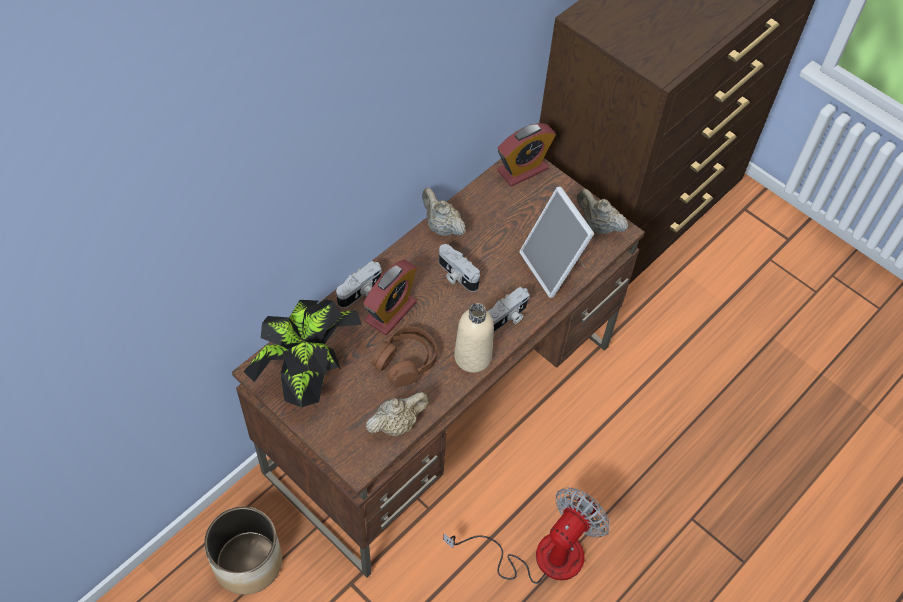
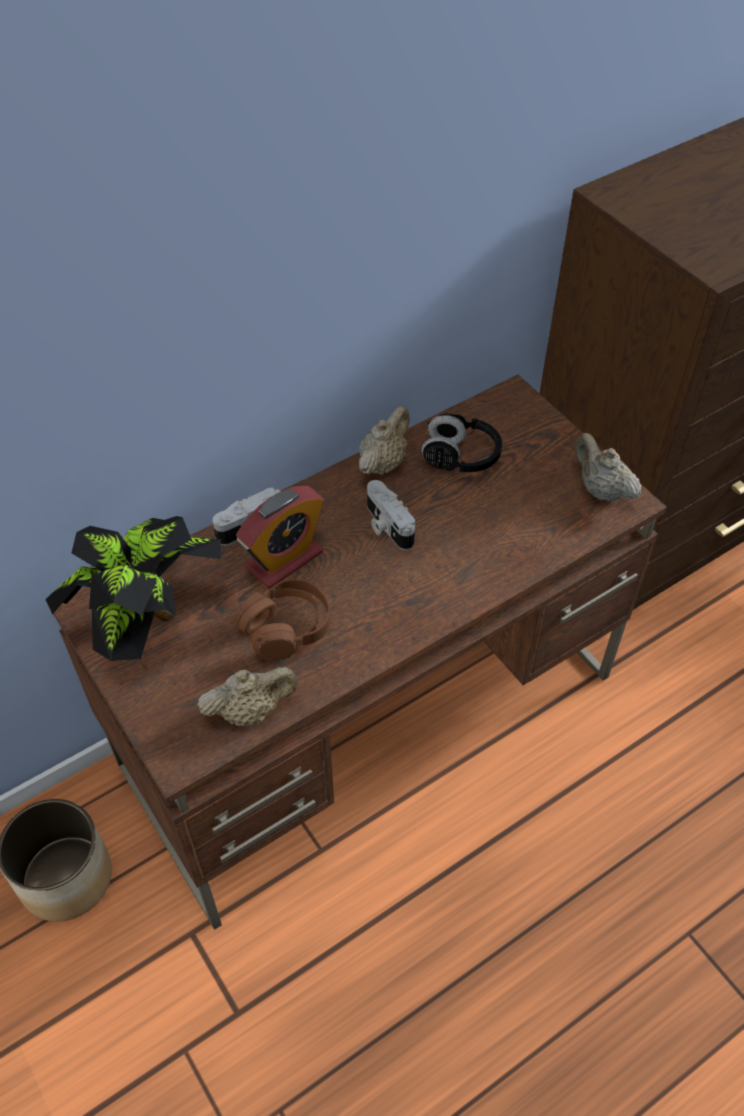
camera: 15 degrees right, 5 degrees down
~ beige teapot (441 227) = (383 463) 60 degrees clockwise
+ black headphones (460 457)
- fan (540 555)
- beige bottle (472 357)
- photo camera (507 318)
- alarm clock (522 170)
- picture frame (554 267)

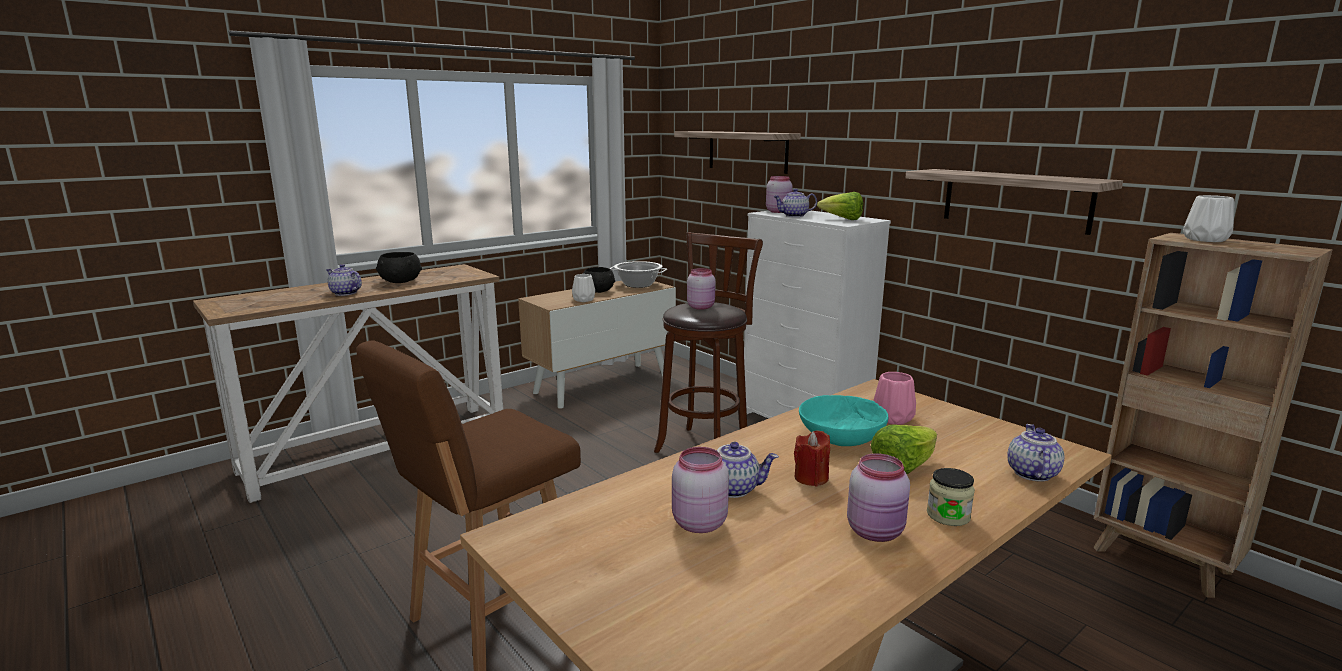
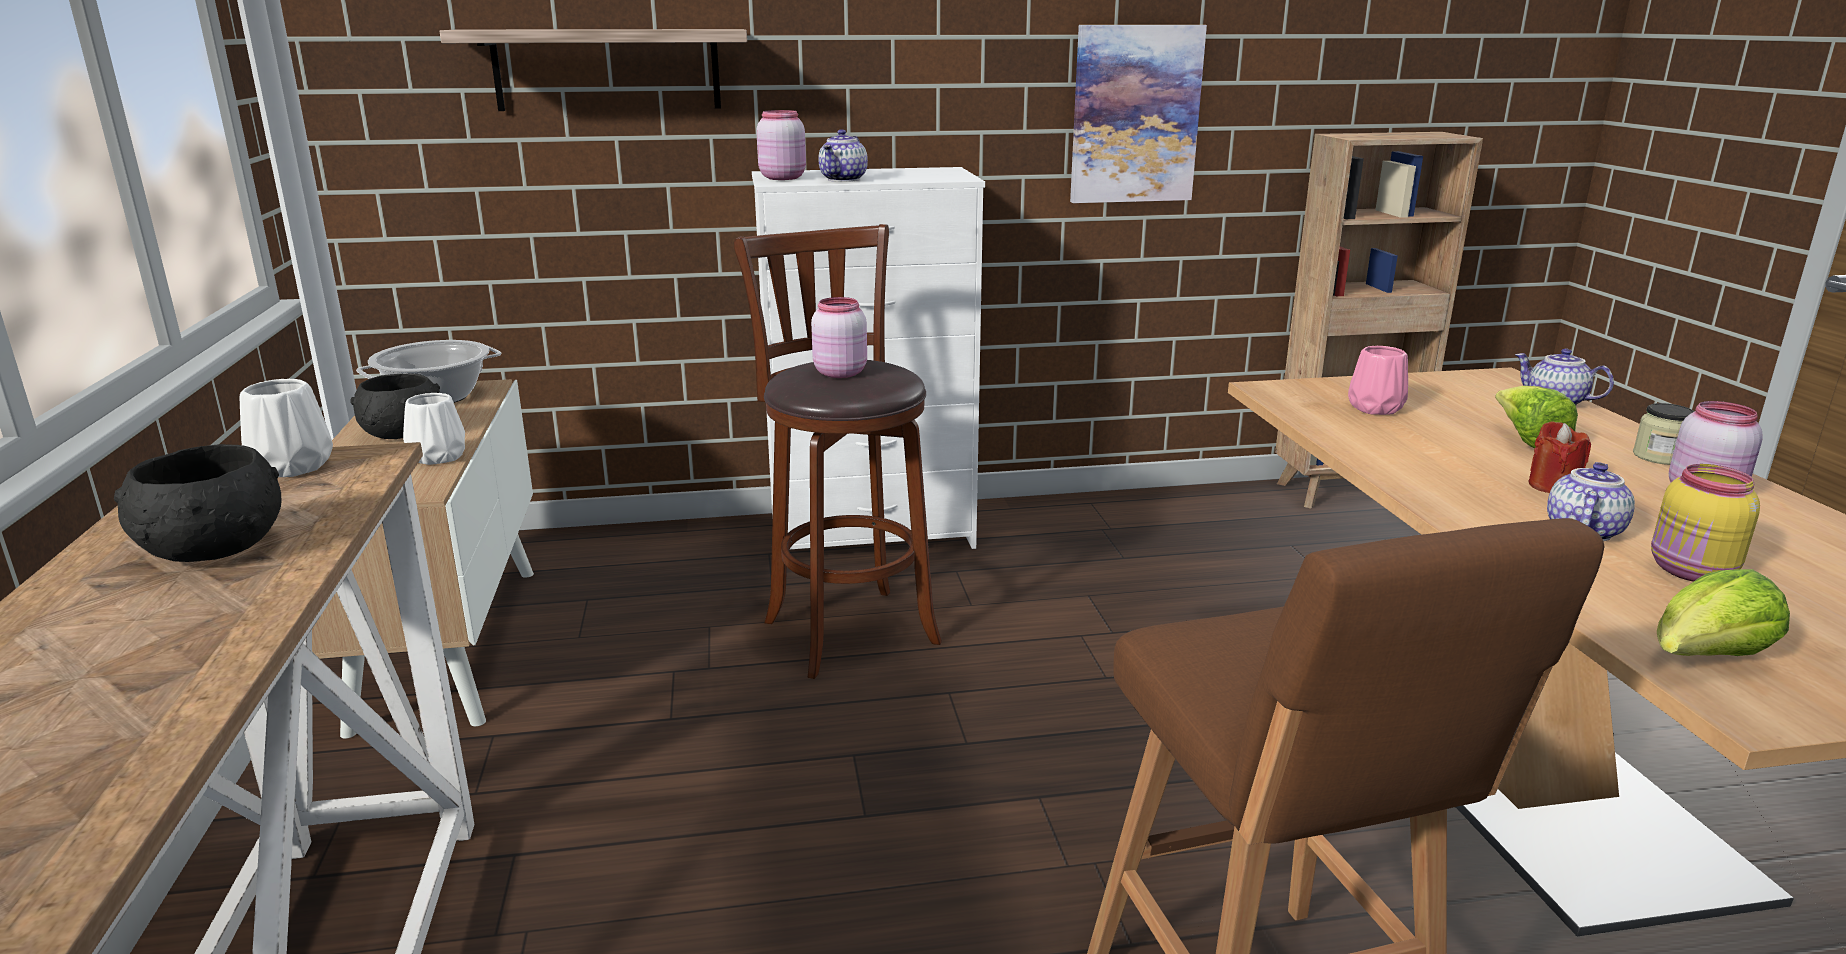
camera: 60 degrees left, 5 degrees up
~ white vase (1204 239) to (290 467)
~ shelf (1015 200) to picture (1135 114)
~ pink jar (697 523) to yellow jar (1691 572)
~ lettuce (842 219) to (1704 660)
- teapot (344 293)
- turquoise bowl (840 437)

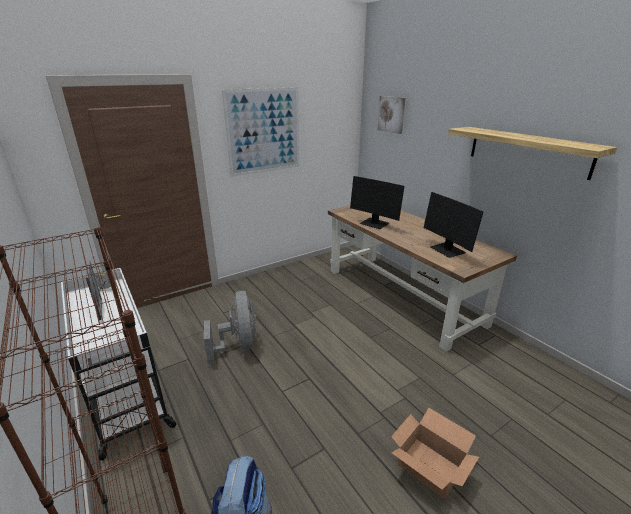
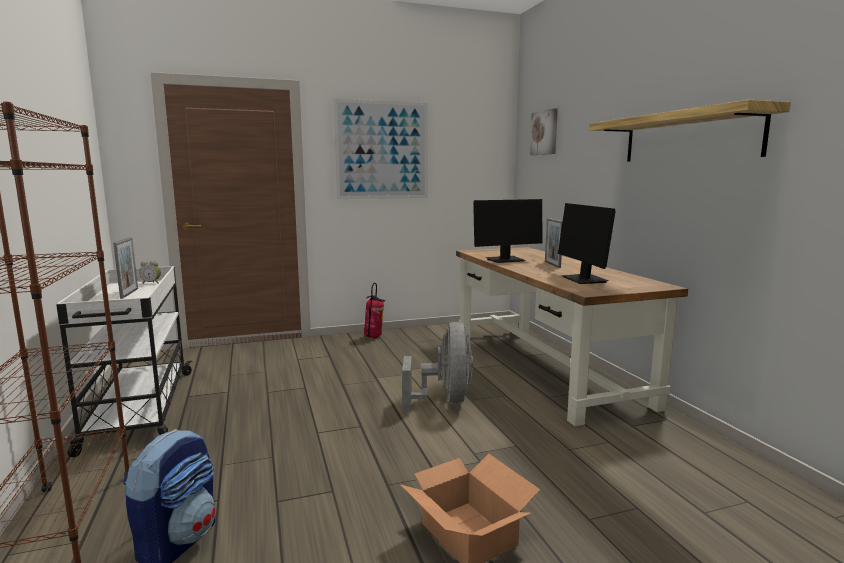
camera: 15 degrees right, 15 degrees down
+ fire extinguisher (373 337)
~ grey fan (238 345) to (445 400)
~ monitor (374 224) = (505 260) 75 degrees counterclockwise
+ picture frame (552 264)

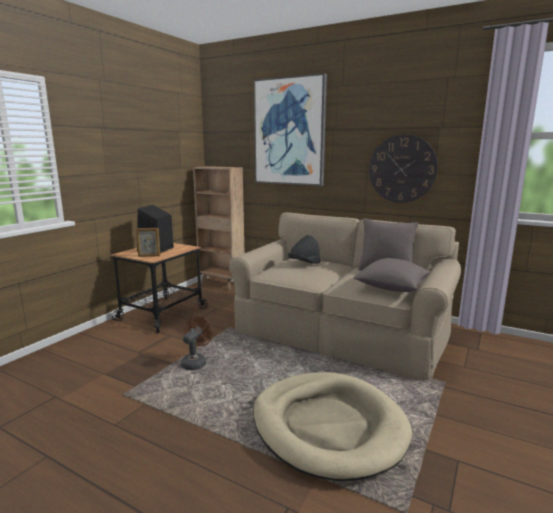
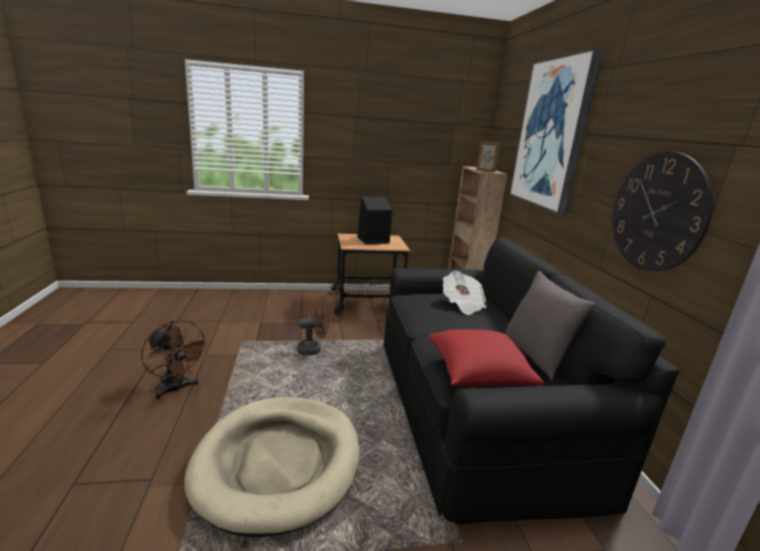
camera: 50 degrees right, 5 degrees up
+ brown fan (176 389)
~ beige sofa (342 331) to black sofa (476 407)
~ grey pillow (391 287) to red pillow (478 374)
~ black hat (304 264) to newspaper (462 304)
~ picture frame (149 256) to (485 171)

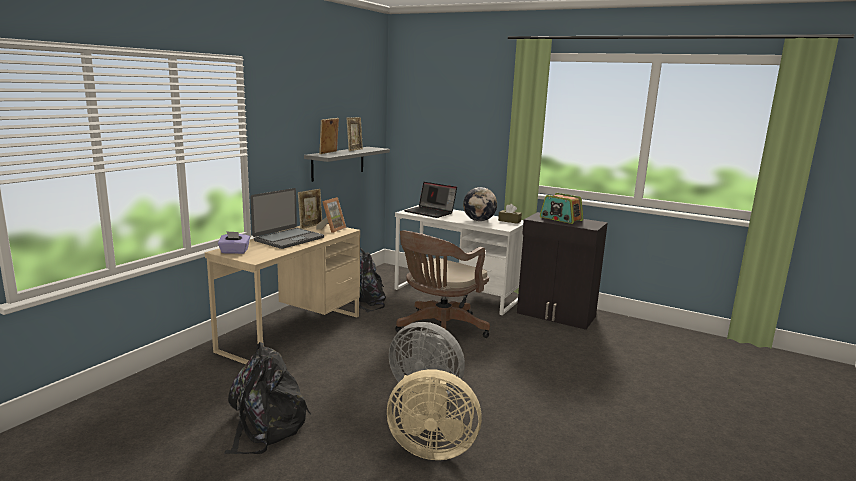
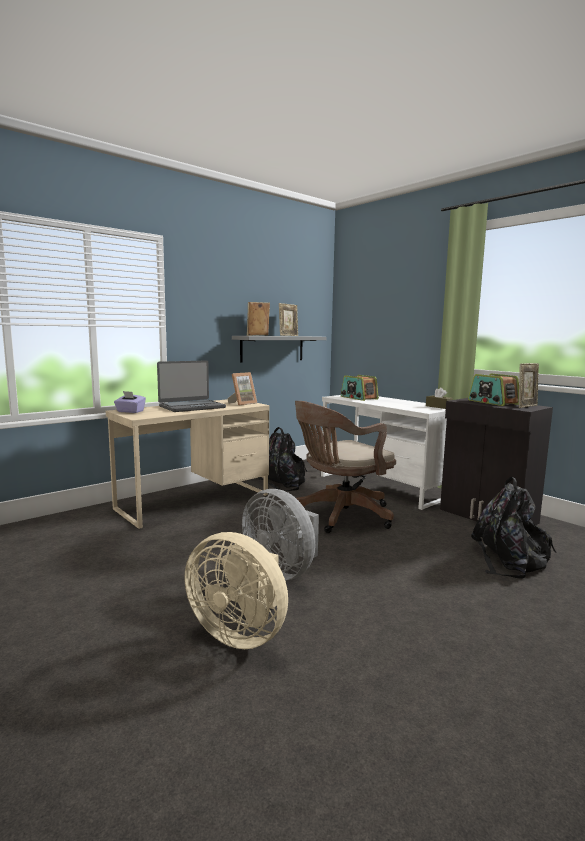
camera: 20 degrees right, 5 degrees down
~ laptop (430 212) to radio (358 398)
~ black backpack (266 427) to (509 559)
~ picture frame (311 226) to (526 406)
- globe (479 220)

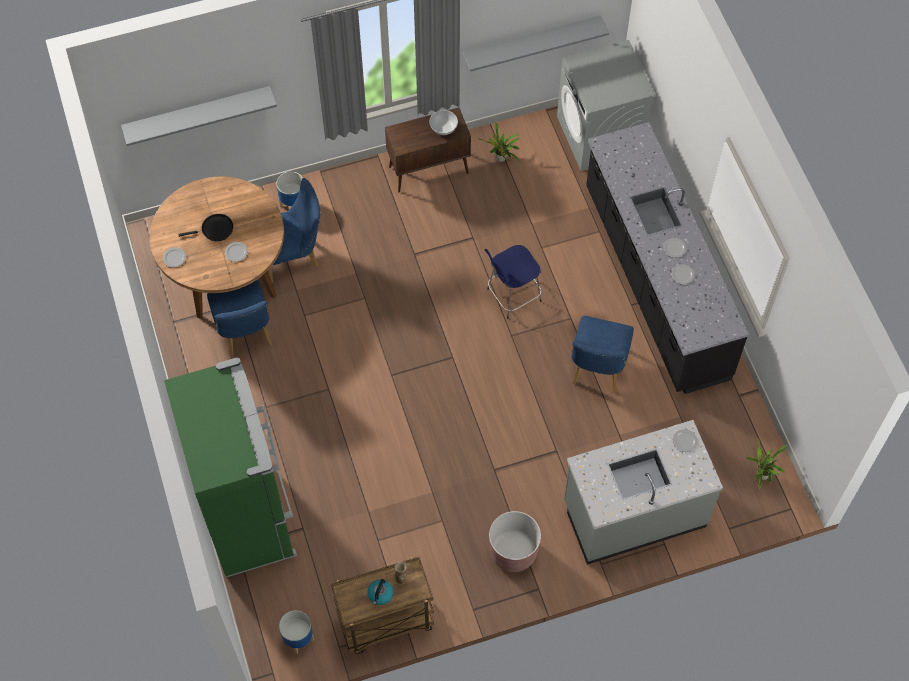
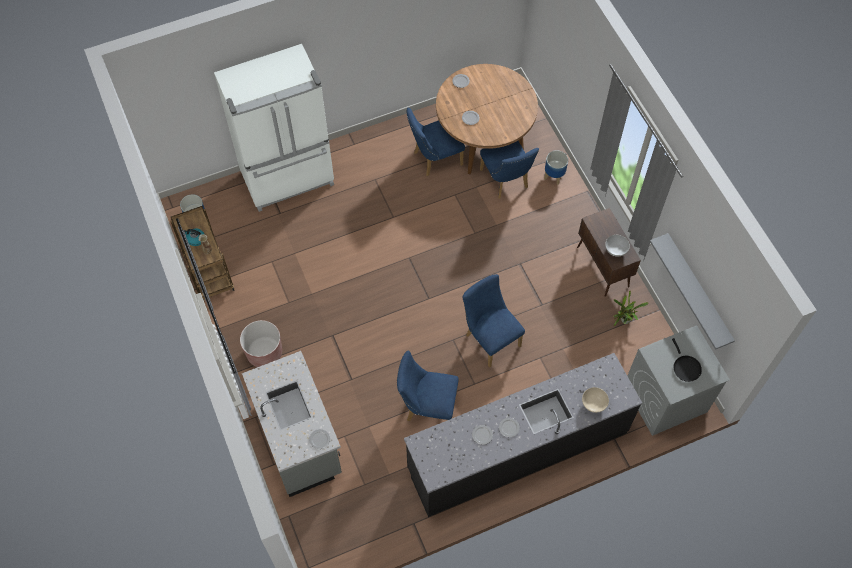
camera: 85 degrees right, 0 degrees up
~ green fridge (249 515) to white fridge (288 179)
~ blue stool (512 296) to blue chair (490 338)
+ beige bowl (593 404)
~ black frying pan (215 229) to (685 367)
- grey shelf (198 113)
- potted plant (761 476)

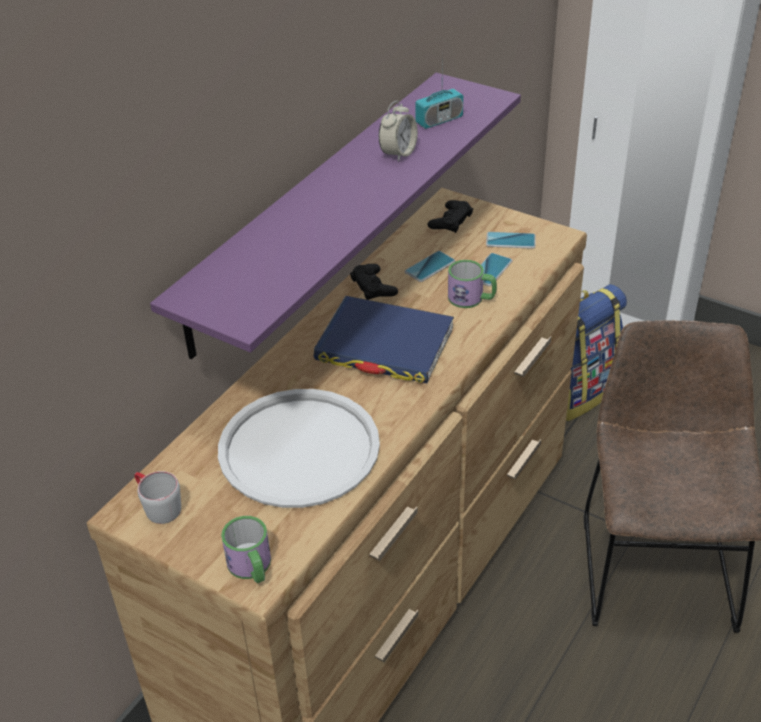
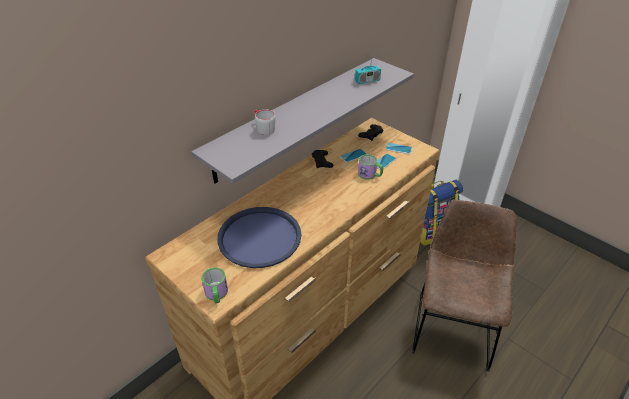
camera: 10 degrees right, 0 degrees up
~ purple shelf (315 208) to grey shelf (295 117)
~ white tray (299 449) to blue tray (259 237)
~ grey mug (157 506) to (263 128)
- blue book (384 345)
- alarm clock (398 153)

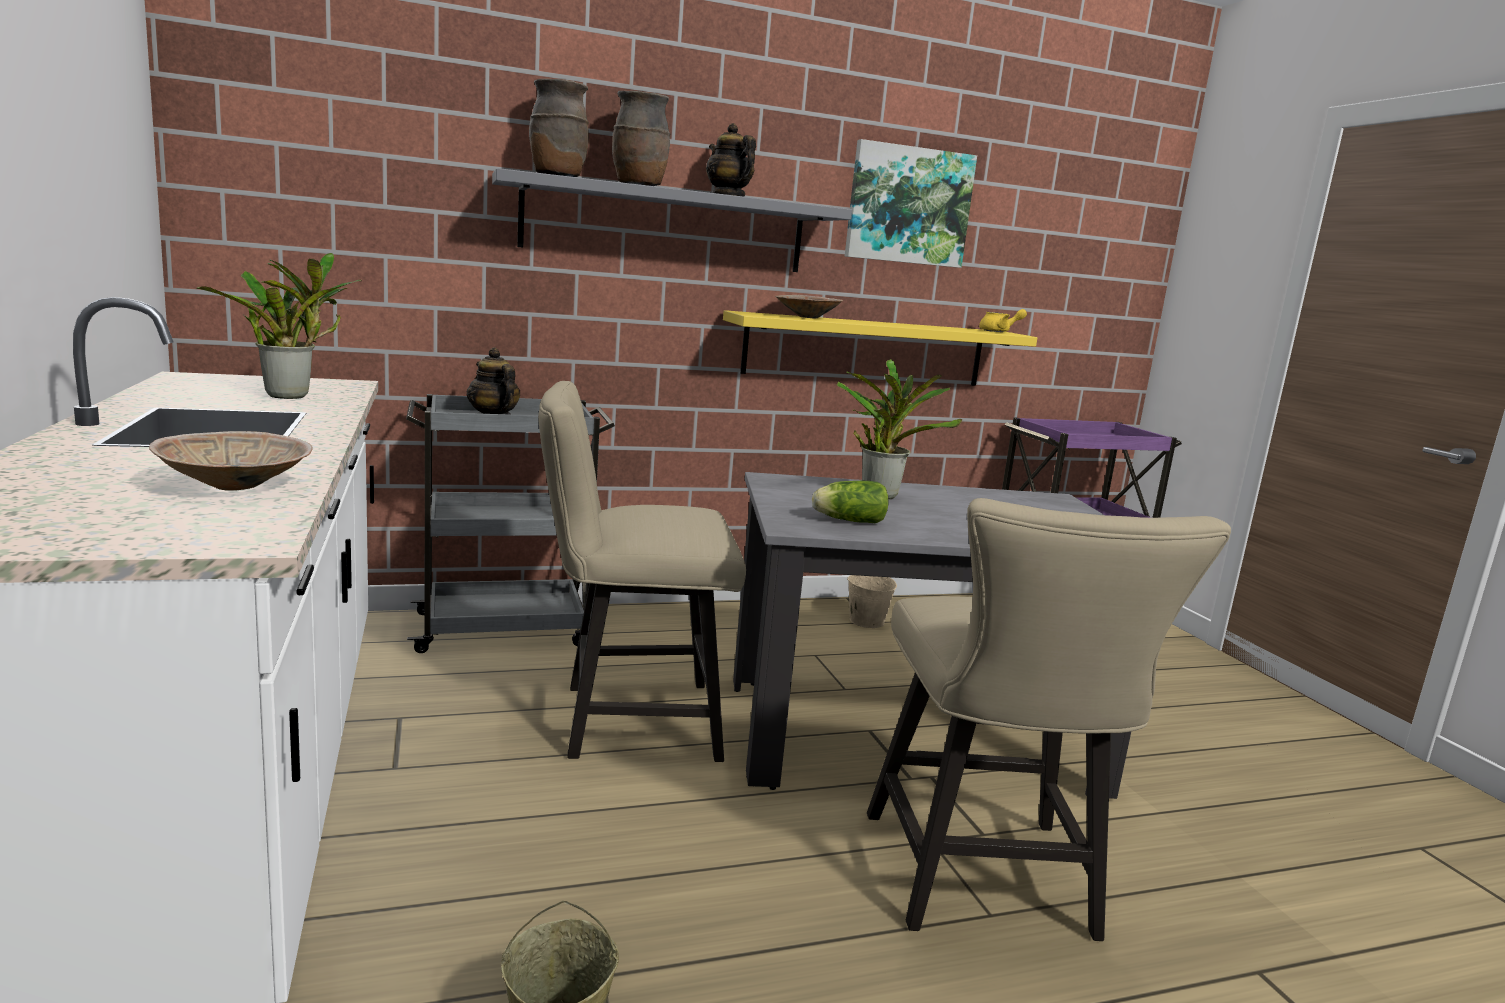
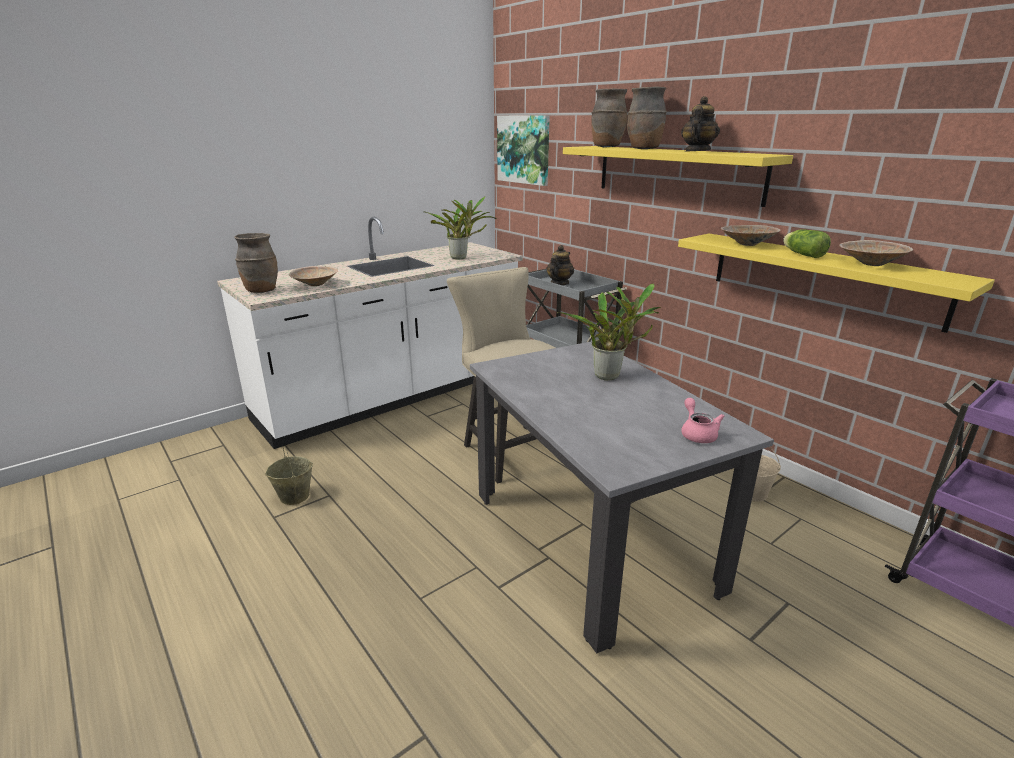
camera: 70 degrees right, 10 degrees up
+ brown vase (261 290)
~ picture (908 206) to (524 149)
~ grey shelf (666 226) to yellow shelf (676 173)
+ pink teapot (697 433)
~ lettuce (847 520) to (802 254)
+ beige bowl (870 264)
- beige chair (985 885)
- yellow teapot (999 331)

